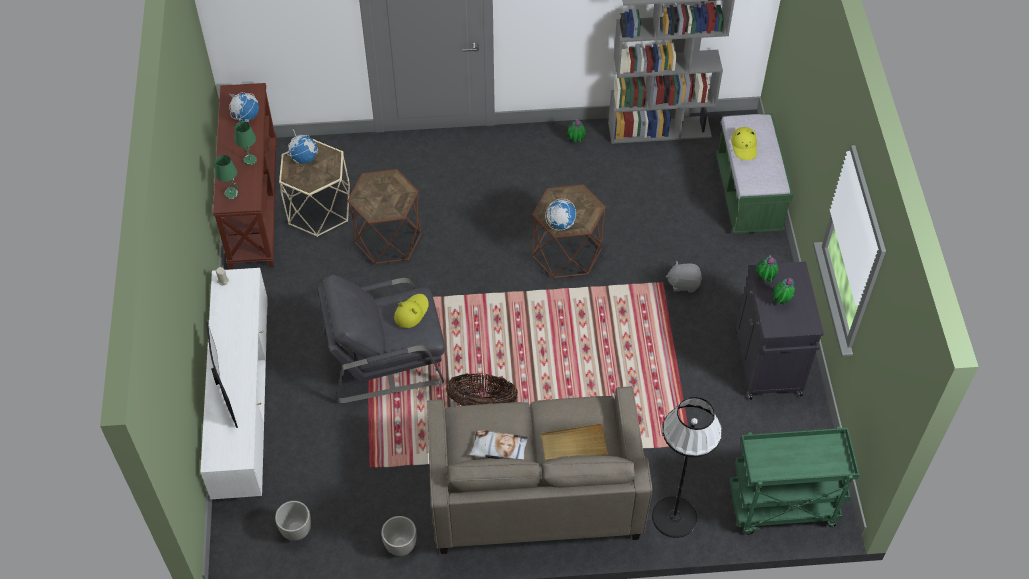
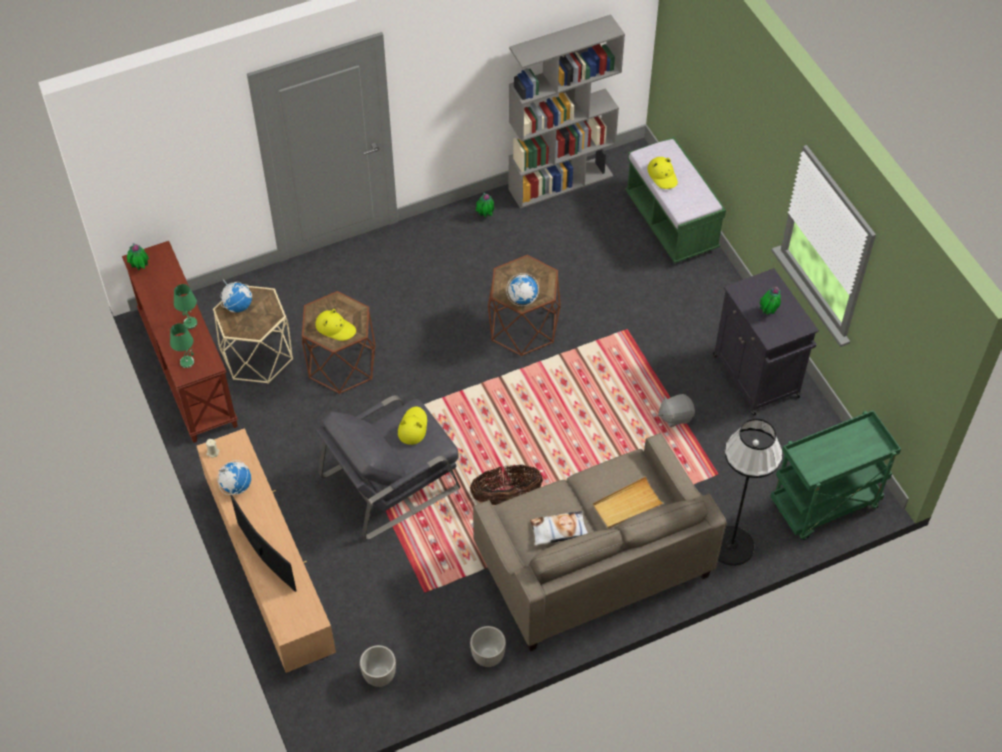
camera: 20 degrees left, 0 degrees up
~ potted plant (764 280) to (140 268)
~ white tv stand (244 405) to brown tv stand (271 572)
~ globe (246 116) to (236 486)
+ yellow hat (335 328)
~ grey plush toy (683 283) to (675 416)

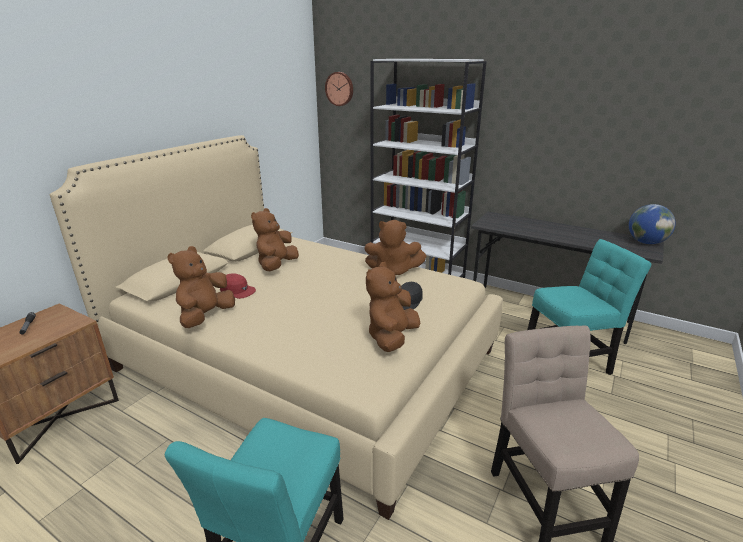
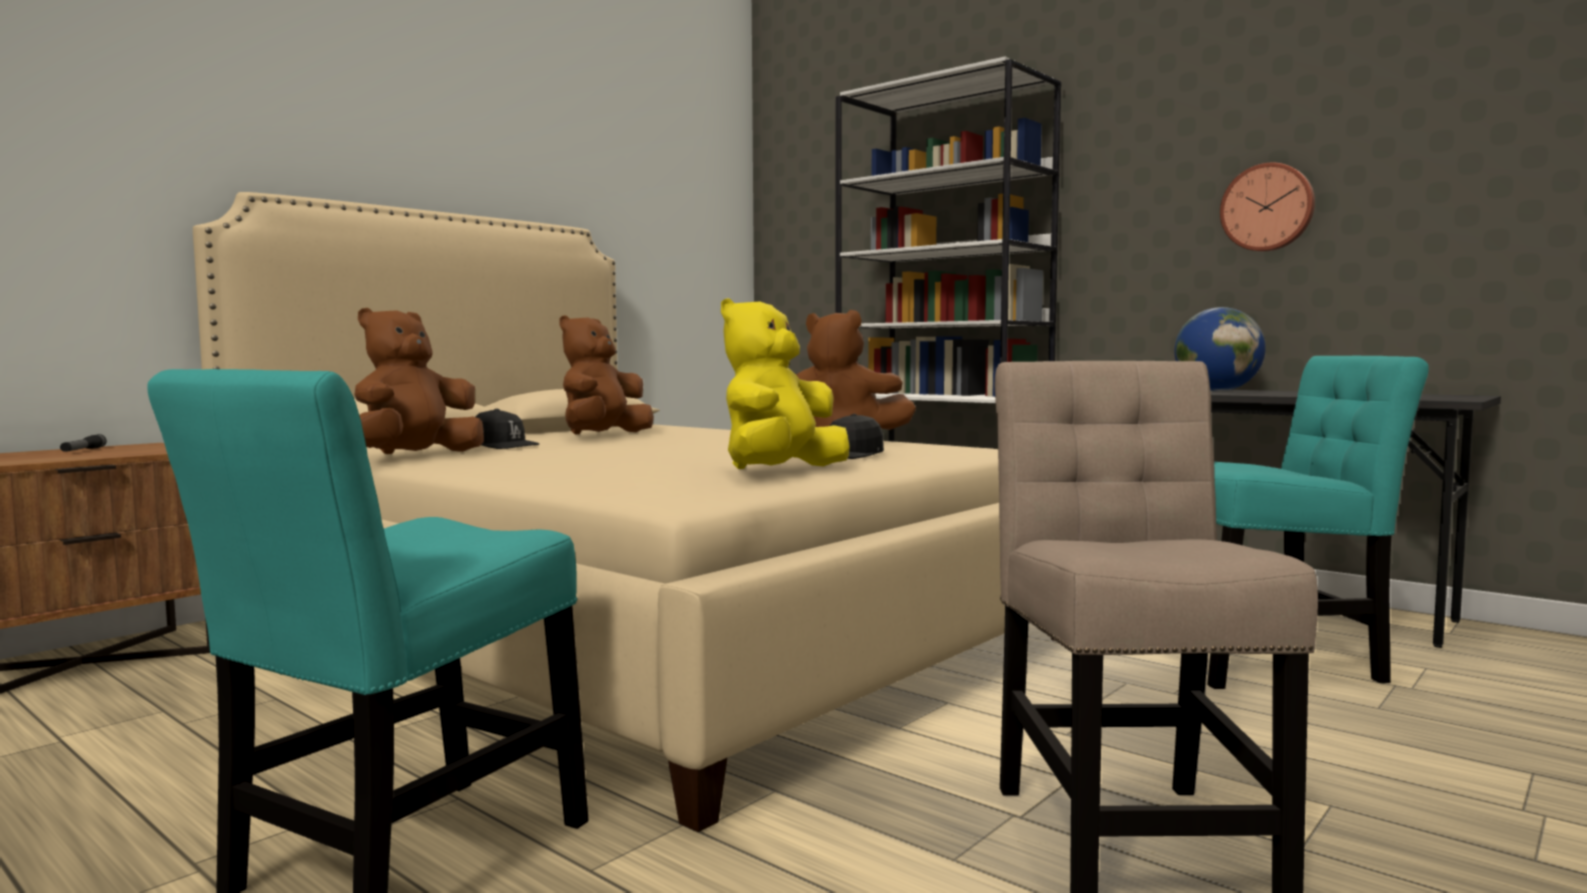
camera: 10 degrees right, 20 degrees down
~ red cap (237 291) to black cap (502 445)
~ brown plush toy (391 337) to yellow plush toy (780 472)
~ globe (646 242) to (1217 391)
~ wall clock (340 89) to (1267 208)

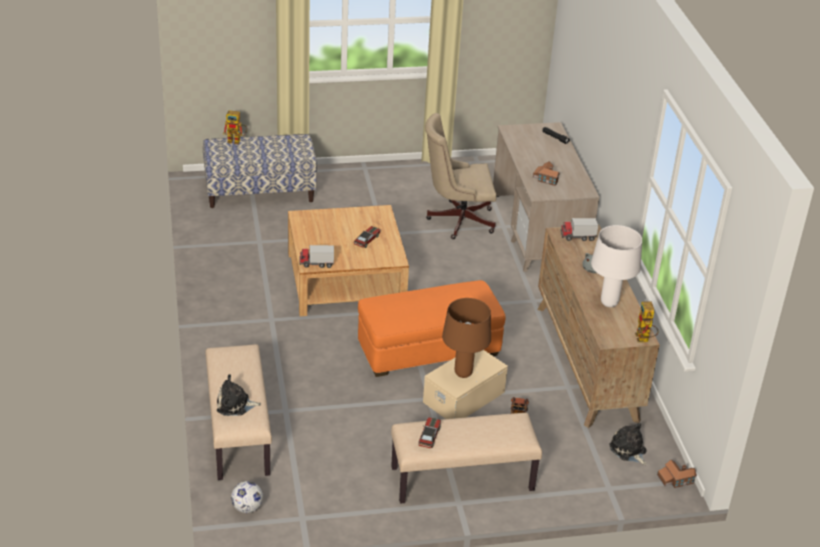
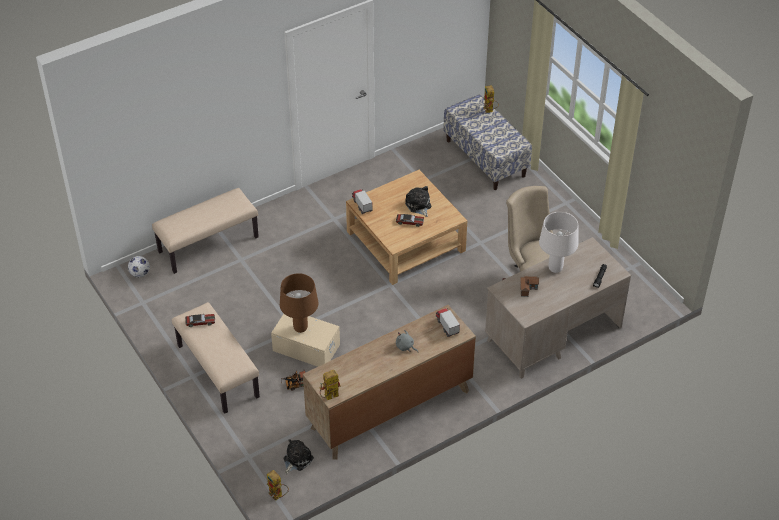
camera: 70 degrees right, 10 degrees up
~ toy house (675 479) to toy robot (278 495)
~ plush toy (235 405) to (418 205)
~ white table lamp (608 303) to (555 268)
- orange ottoman (428 349)

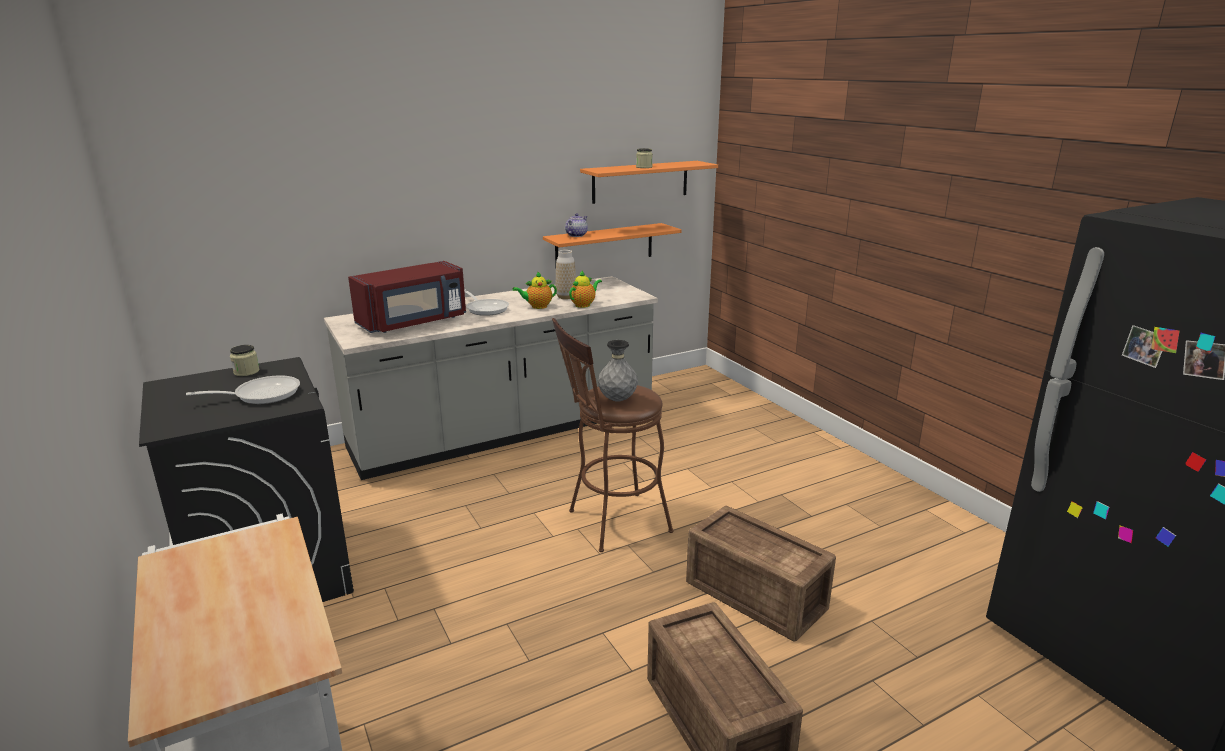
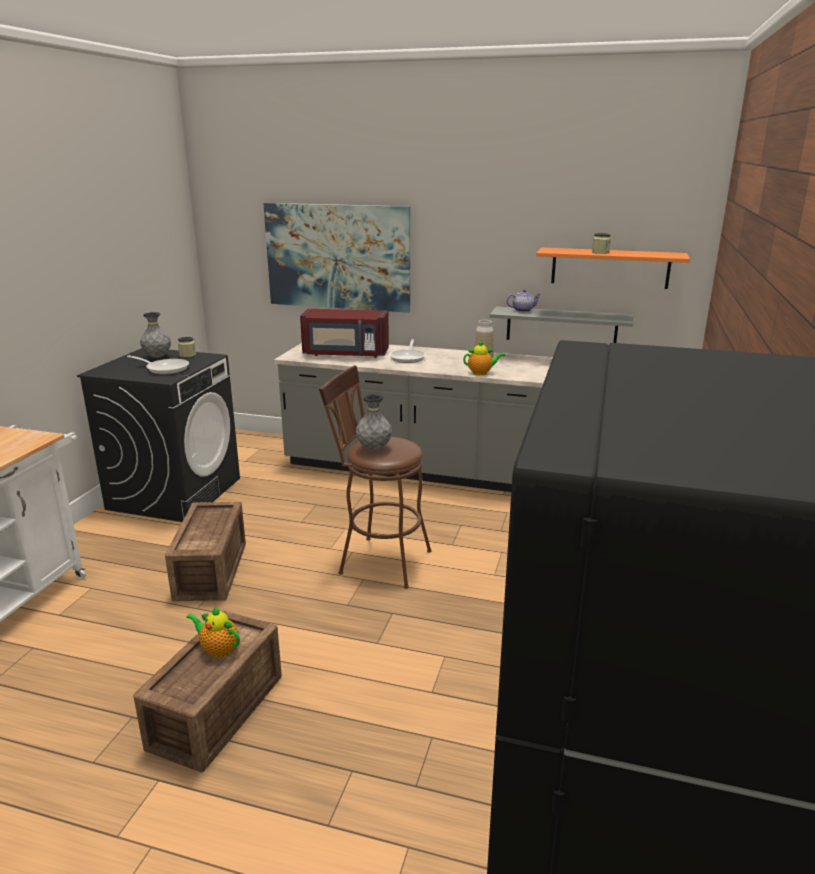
camera: 45 degrees right, 0 degrees up
+ grey vase (157 357)
~ crate (754 593) to (213 570)
~ teapot (537 306) to (218 649)
+ picture (337 257)
~ orange shelf (604 246) to grey shelf (561 326)

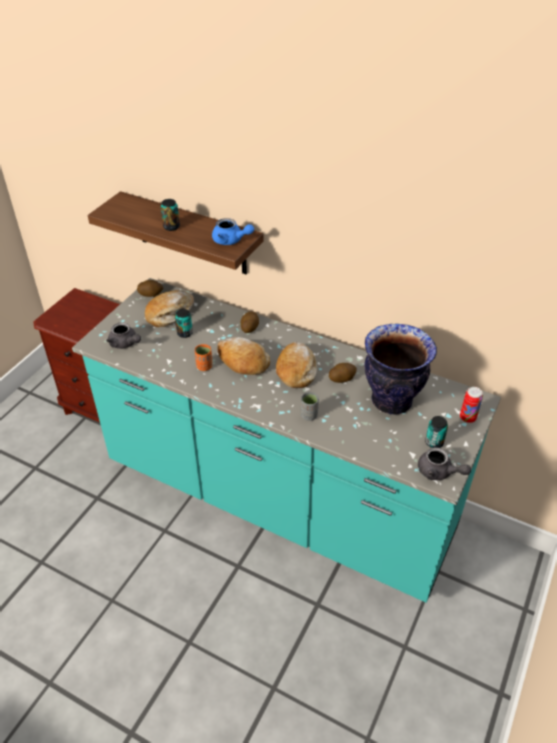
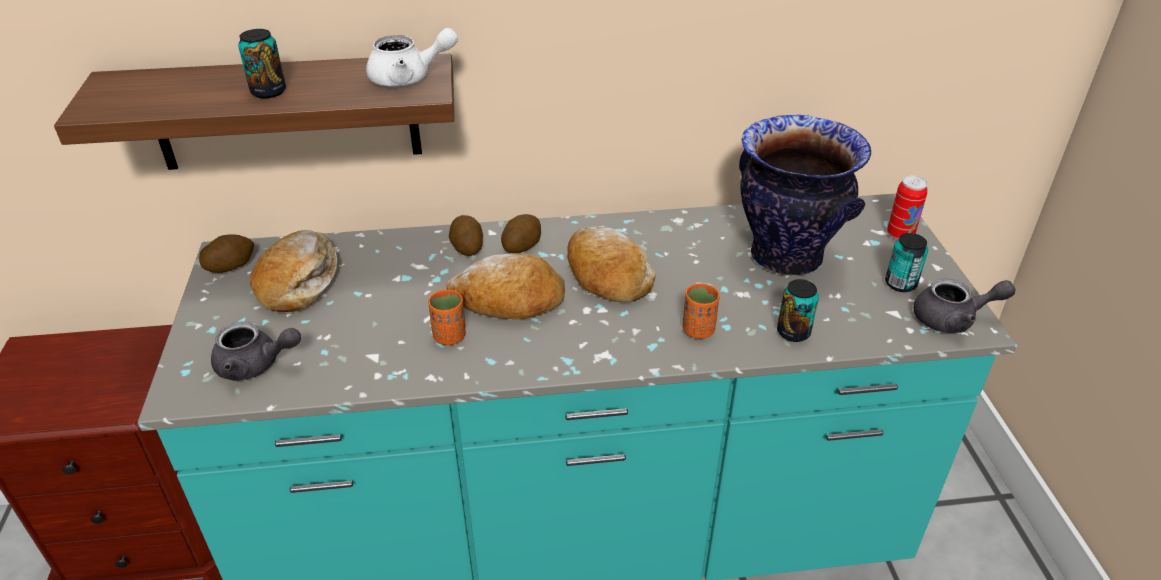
camera: 35 degrees left, 5 degrees down
~ blue teapot (231 241) to white teapot (409 78)
~ potato (342 378) to (522 245)
~ grey cup (309 415) to orange cup (698 330)
~ can (185 333) to (793 332)

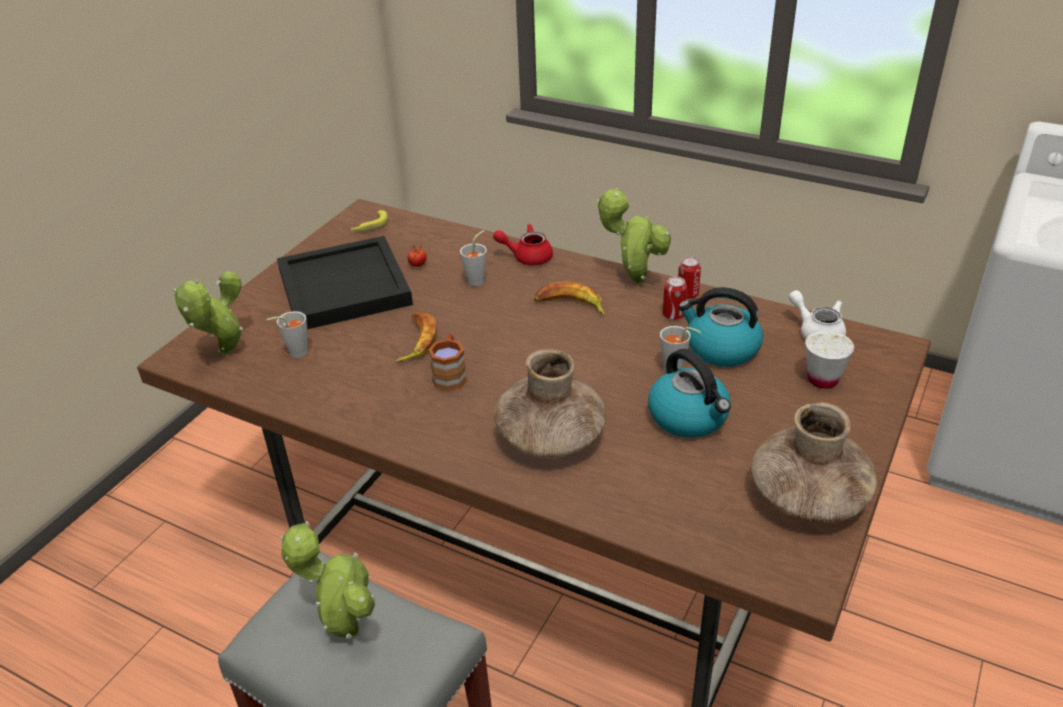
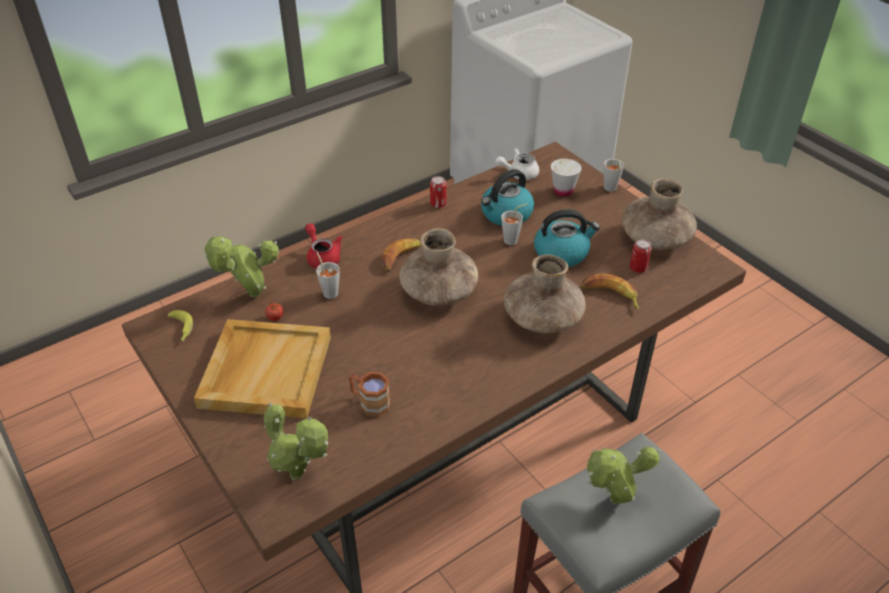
camera: 65 degrees left, 5 degrees up
~ black tray (345 286) to beige tray (265 370)
~ potted plant (633 280) to (251 295)
~ red teapot (527 257) = (322 257) 120 degrees clockwise
~ brown mug (450 375) to (369 402)
+ brown vase (439 291)
~ banana (416 341) to (610 295)
~ grey cup (294 353) to (610 189)
~ can (673 315) to (638 268)

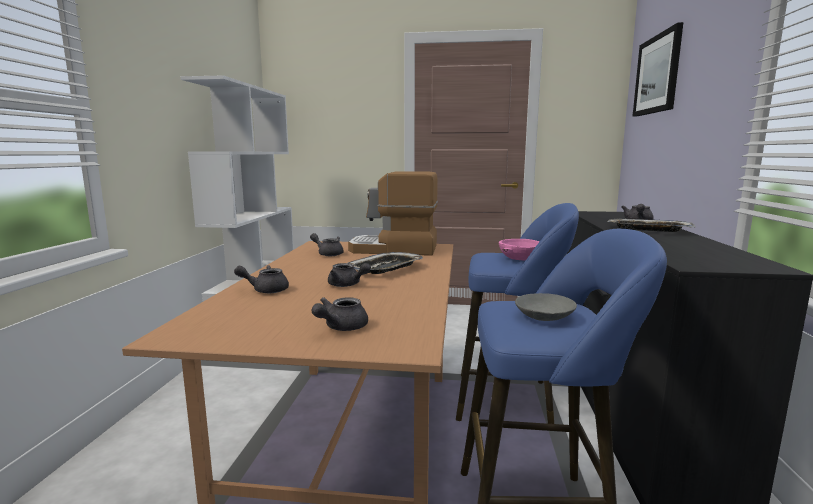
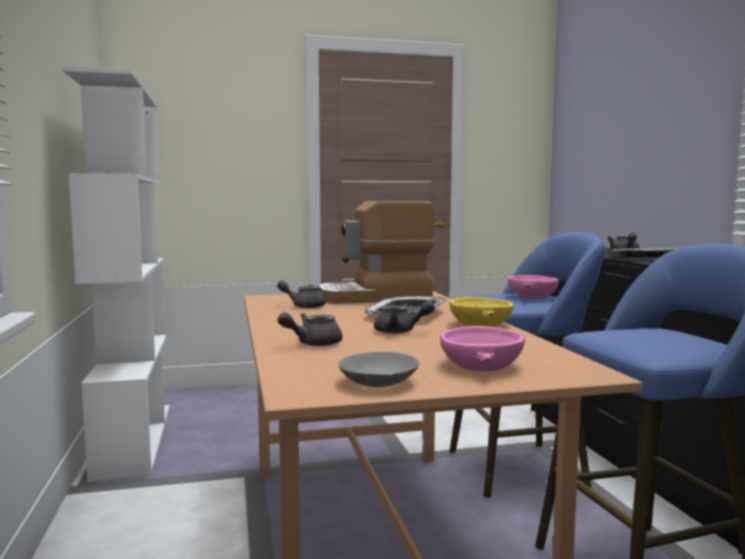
camera: 20 degrees left, 5 degrees down
~ grey bowl (544 317) to (378 383)
~ grey teapot (340 327) to pink bowl (482 366)
+ yellow bowl (479 324)
- picture (657 74)

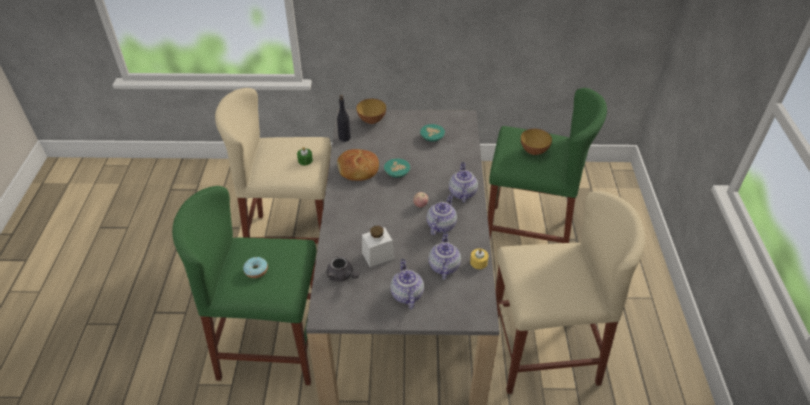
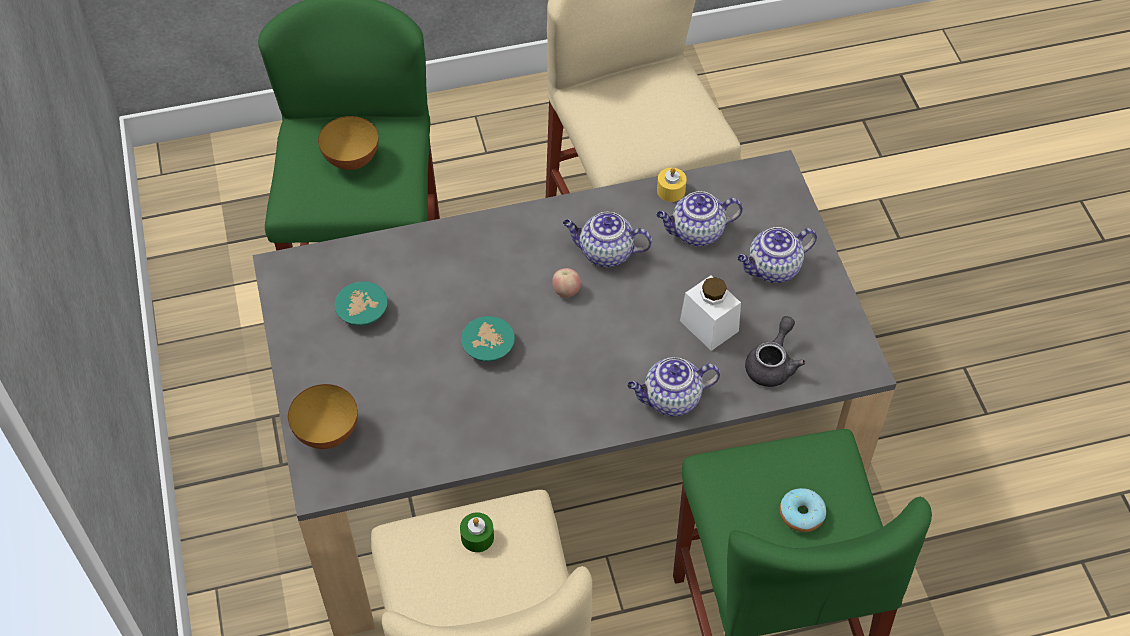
camera: 105 degrees left, 10 degrees up
~ teapot (462 192) to (671 399)
- black bottle (344 138)
- bread (358 170)

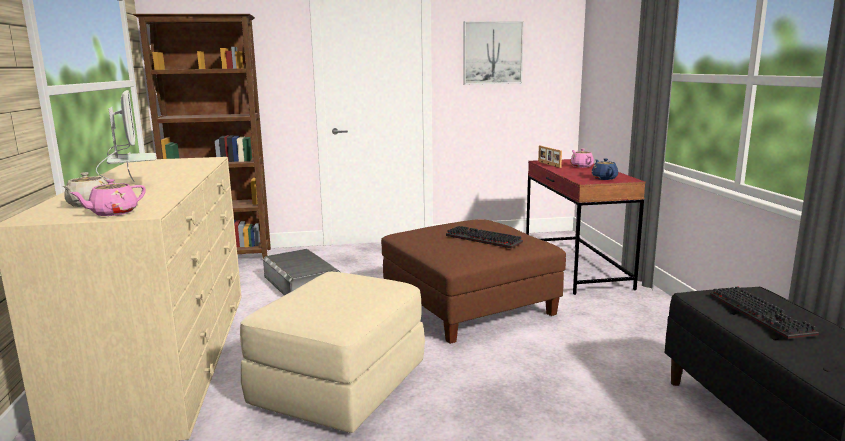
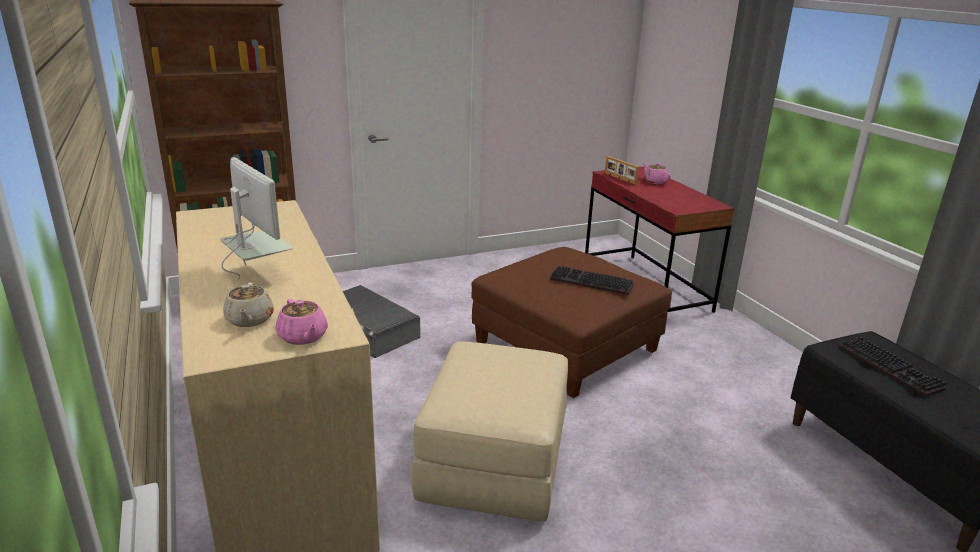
camera: 15 degrees left, 10 degrees up
~ pink teapot (113 213) = (303 337) 60 degrees counterclockwise
- picture (492 53)
- blue teapot (604 178)

